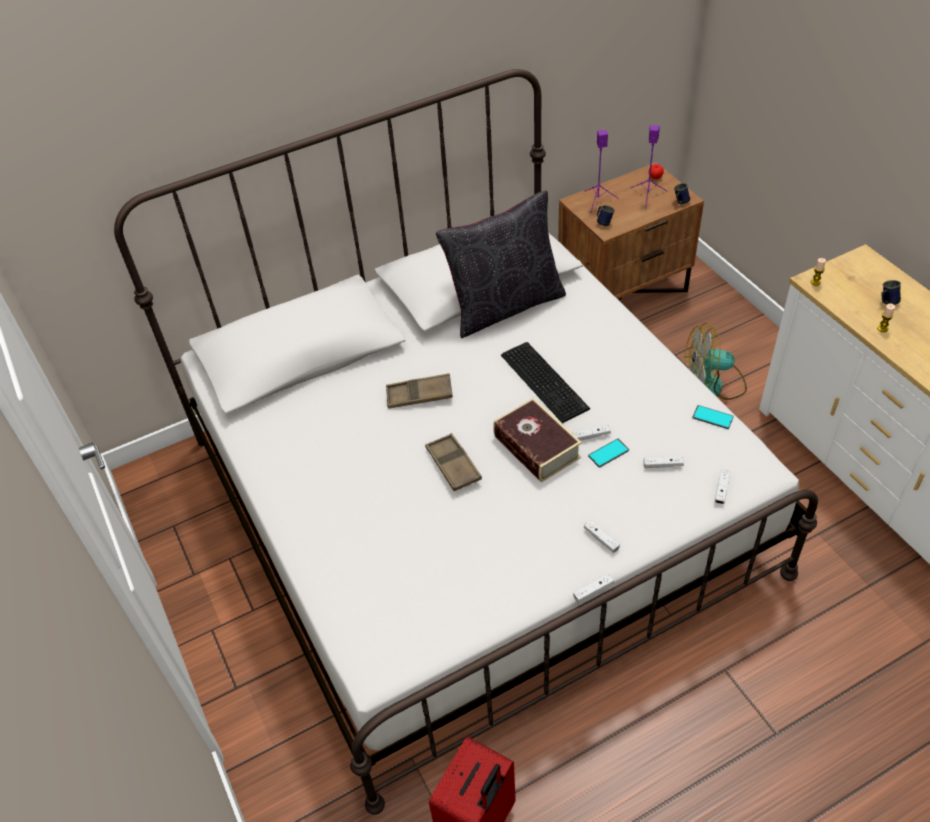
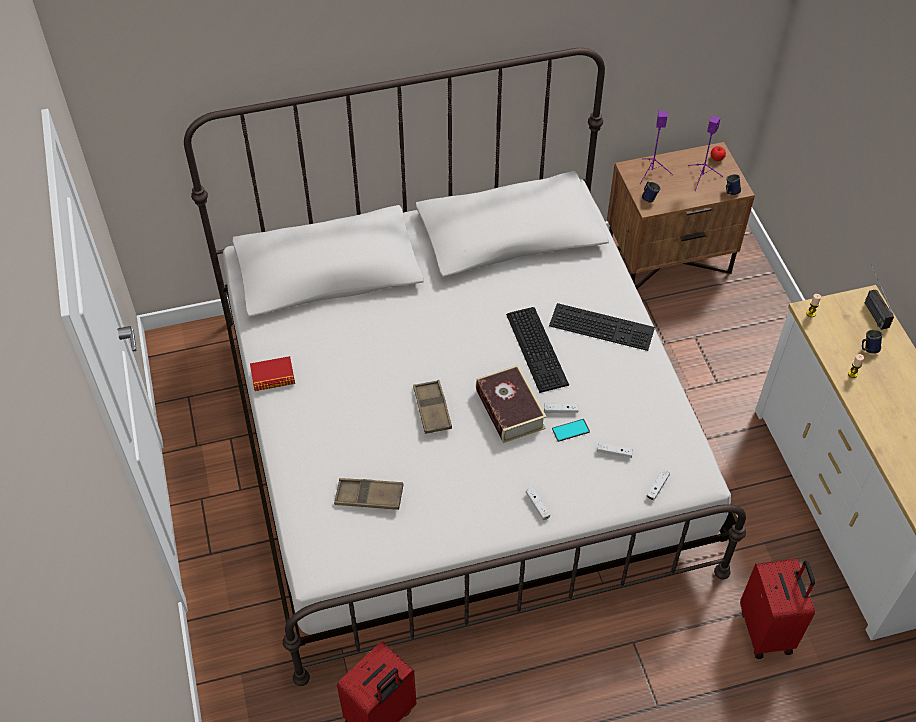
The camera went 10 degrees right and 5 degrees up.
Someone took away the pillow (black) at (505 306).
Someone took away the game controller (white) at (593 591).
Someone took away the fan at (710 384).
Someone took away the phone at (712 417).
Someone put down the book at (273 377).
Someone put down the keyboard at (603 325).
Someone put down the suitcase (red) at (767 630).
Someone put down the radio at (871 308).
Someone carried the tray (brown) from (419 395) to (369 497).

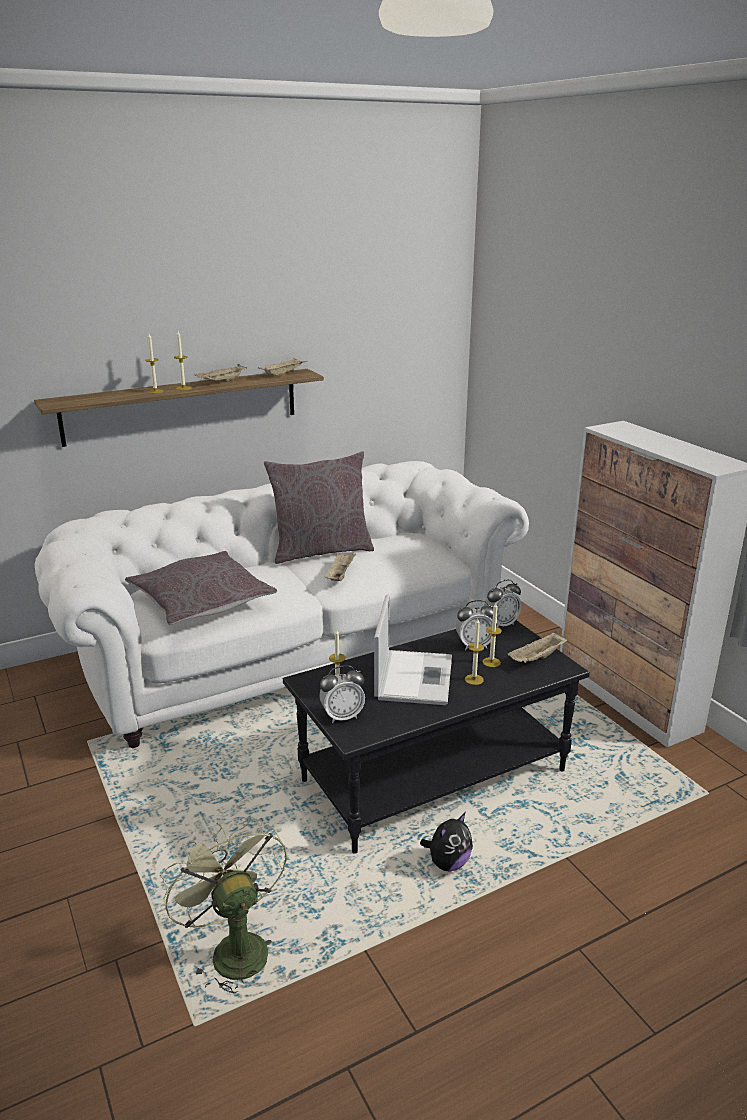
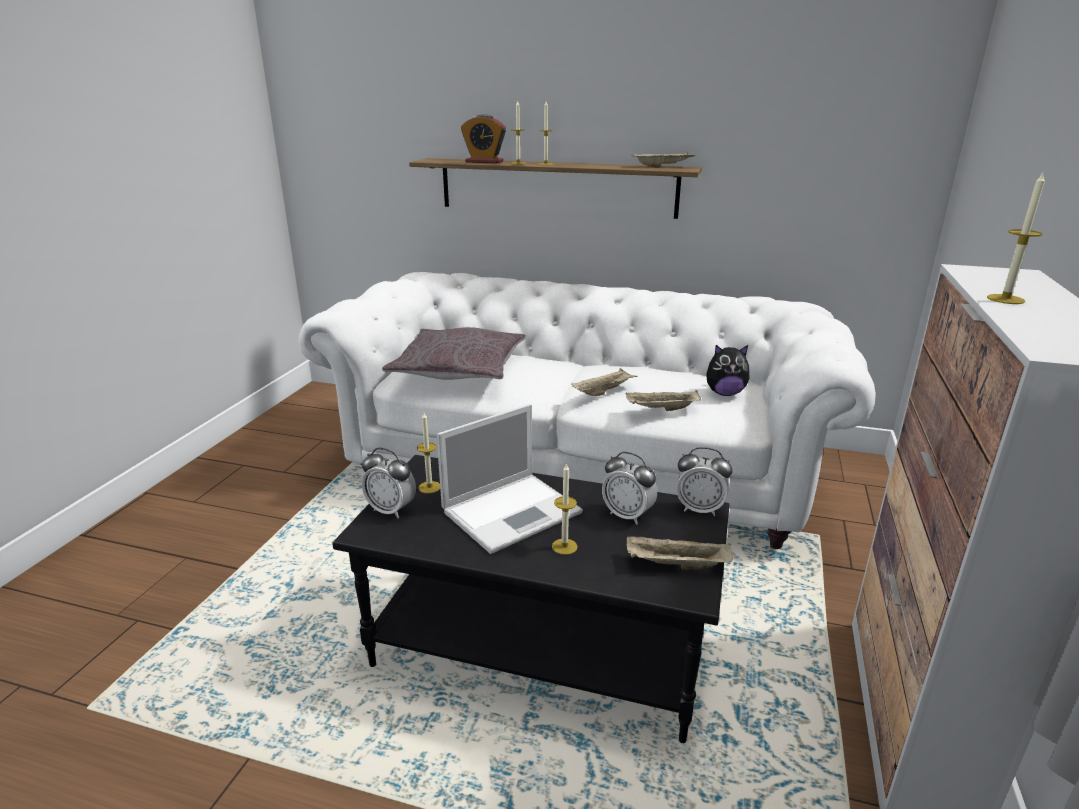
The camera went 45 degrees right and 0 degrees up.
Someone took away the fan (green) at (233 948).
Someone took away the pillow (grey) at (321 551).
Someone put down the alarm clock at (484 162).
Someone carried the tray (beige) from (222 382) to (661 409).
Someone carried the plush toy from (448 863) to (725 393).
Someone carried the candle from (491 662) to (1005 299).

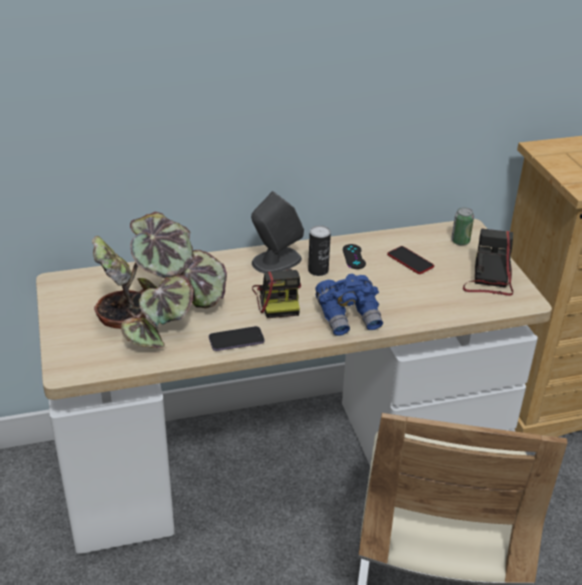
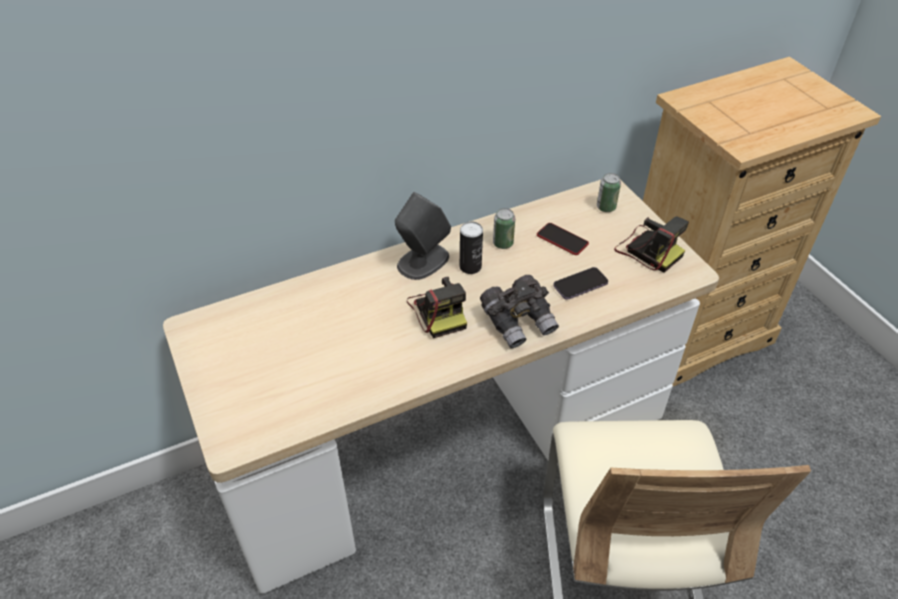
The camera went 10 degrees left and 10 degrees up.
Someone took away the potted plant at (159 315).
Someone carried the phone from (236 340) to (580 285).
Someone swapped the game controller (black) at (354 257) for the can at (503 243).
Someone repainted the binoculars (blue) at (349 317), which became the binoculars (grey) at (519 322).
Someone rotated the photo camera at (489 279) by 135 degrees clockwise.

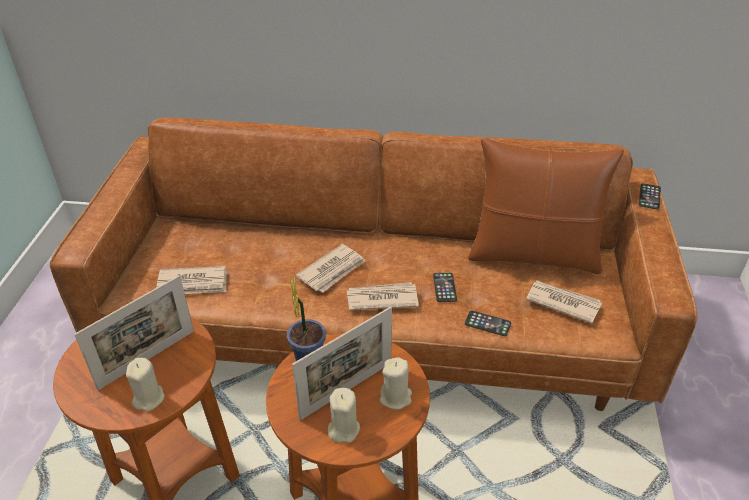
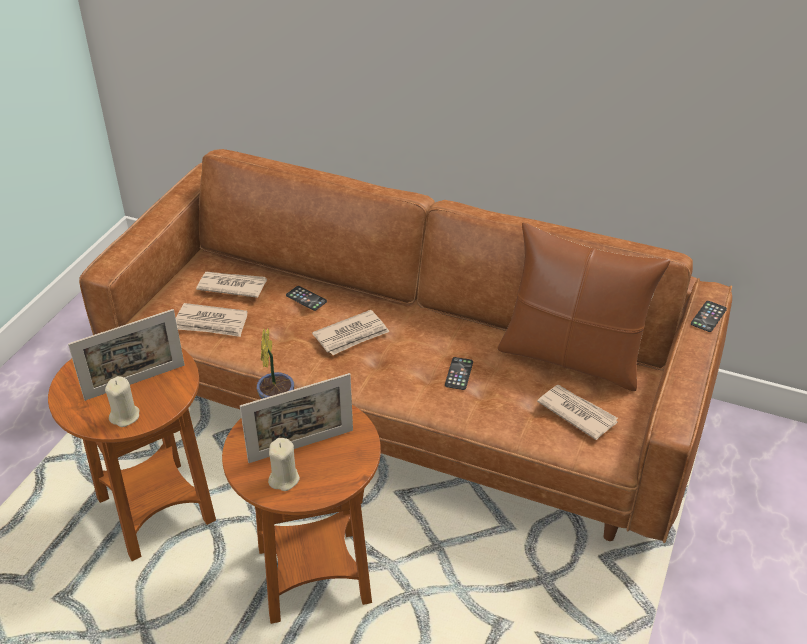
The camera went 15 degrees right and 0 degrees up.
Someone took away the candle (beige) at (395 397).
Someone carried the newspaper from (381 298) to (231 286).
Someone carried the phone from (487 323) to (306 298).

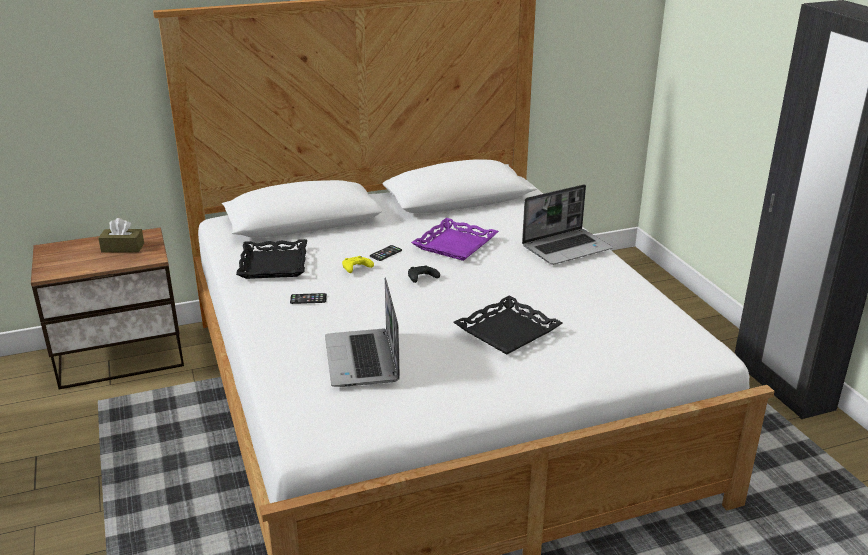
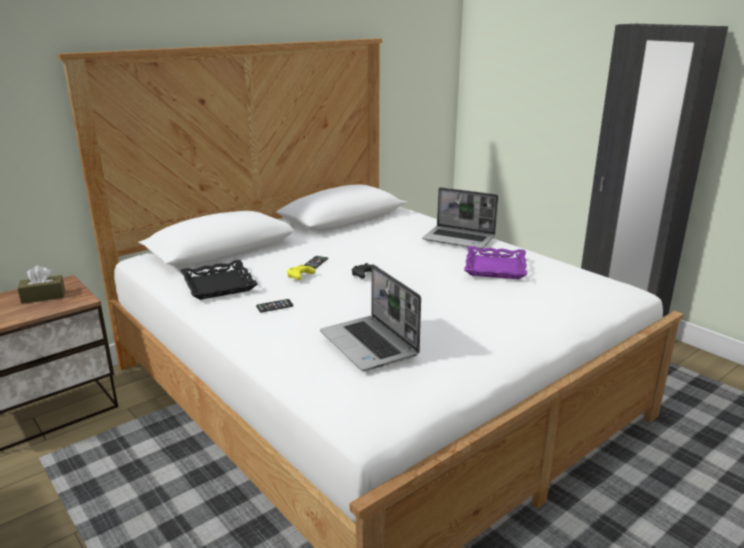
The camera went 20 degrees left and 5 degrees down.
Someone took away the tray (black) at (507 331).
Someone carried the tray (purple) from (454 244) to (494 267).
Someone rotated the laptop at (567 248) by 75 degrees clockwise.

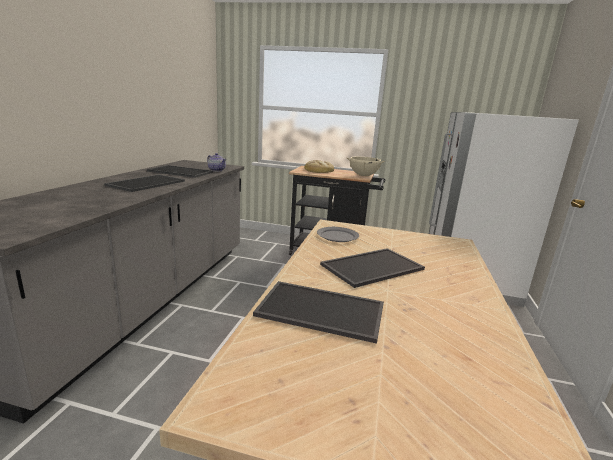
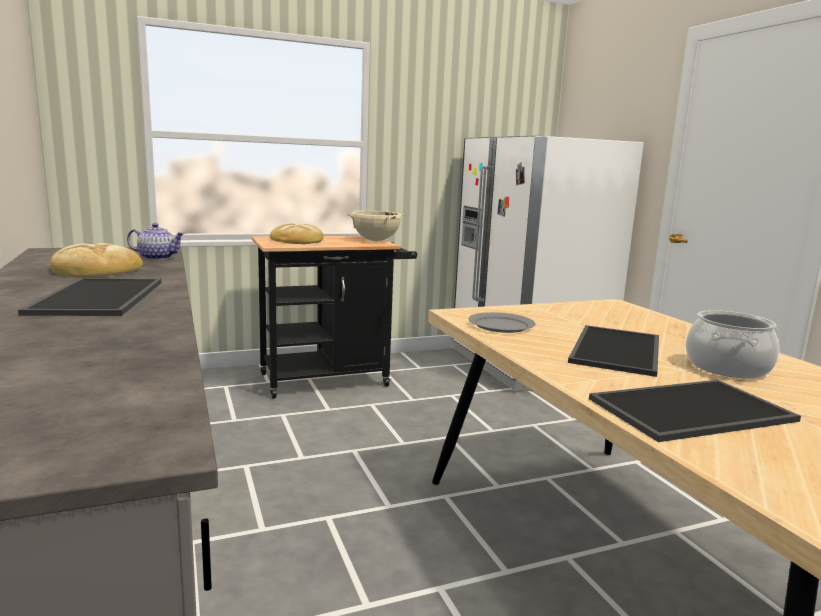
The camera went 35 degrees left and 5 degrees down.
Someone put down the cooking pot at (726 367).
Someone swapped the tray at (179 172) for the bread at (96 269).

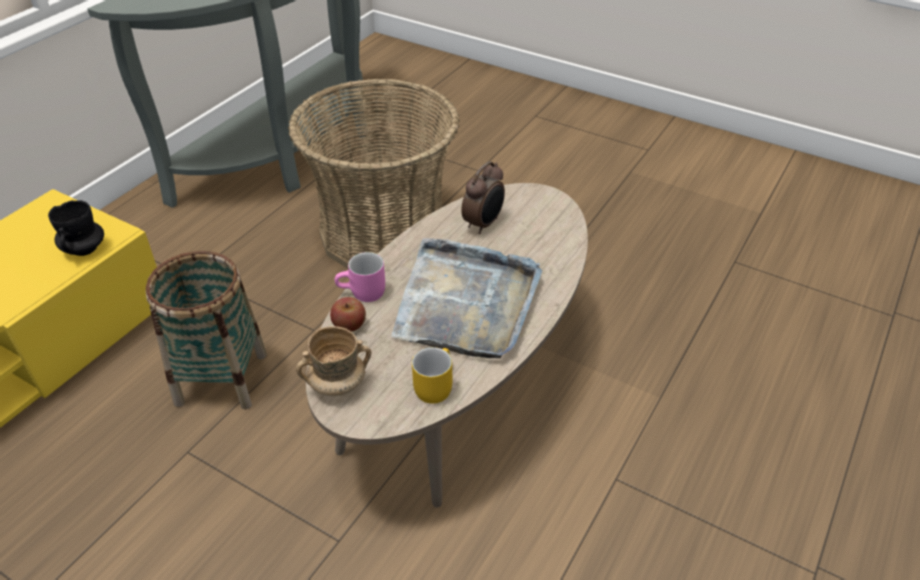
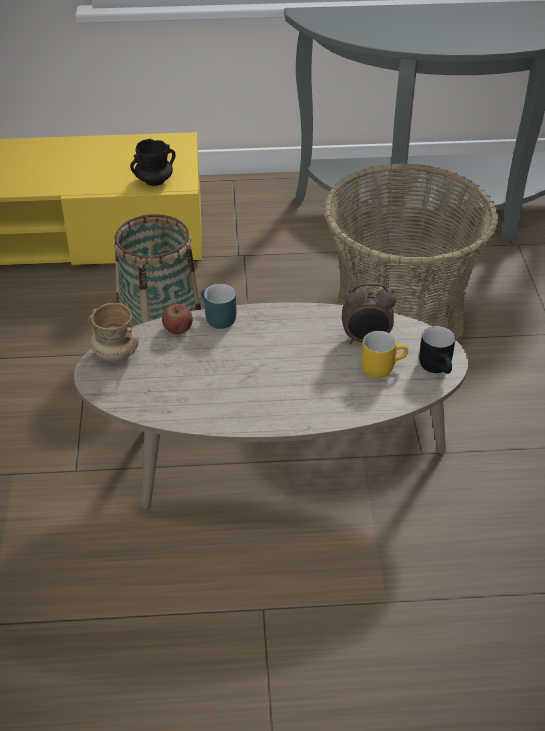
The camera went 55 degrees right and 0 degrees up.
Someone took away the tray (grey) at (466 302).
Someone put down the mug (black) at (439 367).
Someone carried the mug (yellow) from (433 385) to (381 366).
Someone repainted the mug (pink) at (363 294), which became the mug (turquoise) at (216 318).

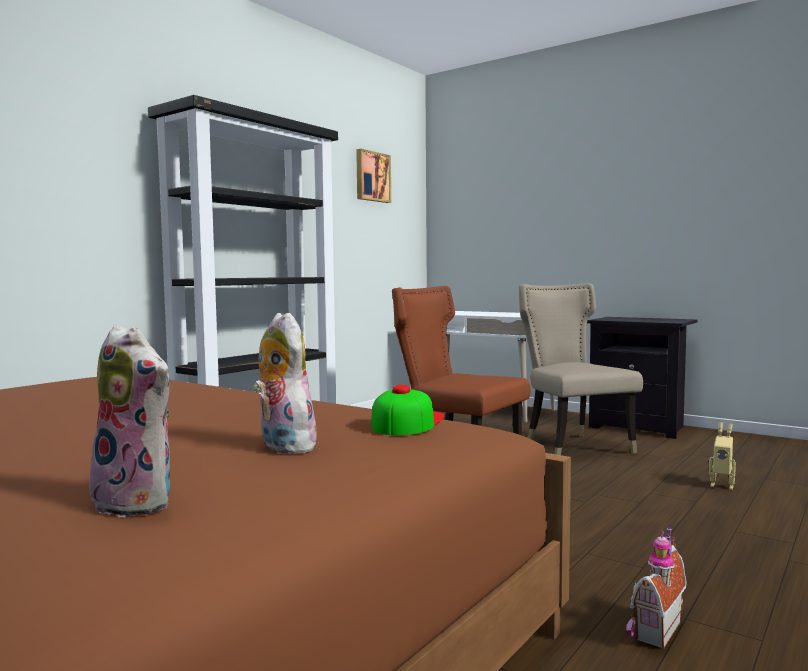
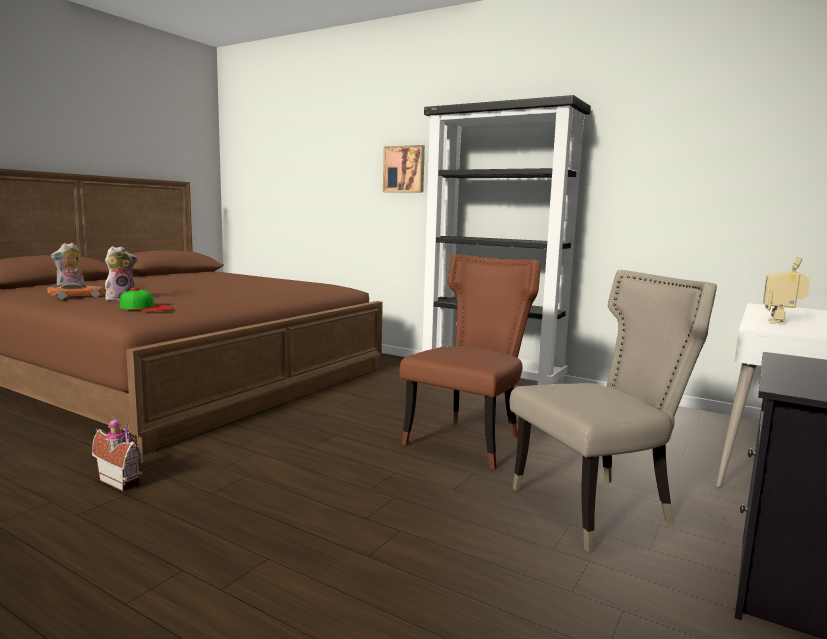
The camera went 85 degrees right and 5 degrees up.
Someone put down the toy car at (76 296).
Someone carried the picture from (372 177) to (404 169).
Someone carried the toy robot from (722 485) to (781 322).

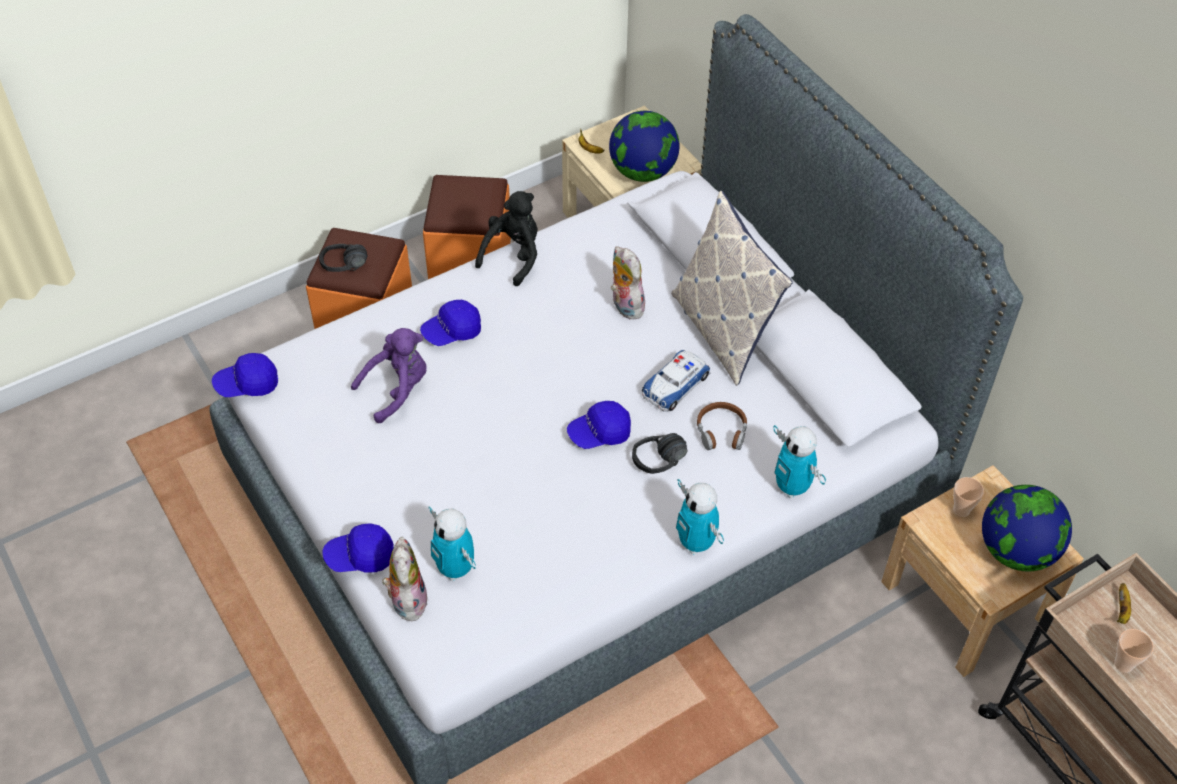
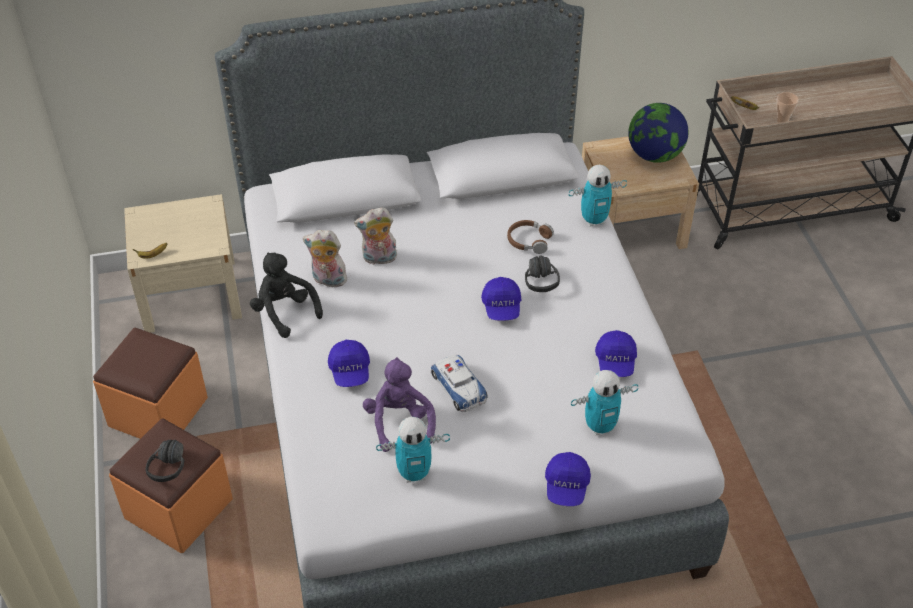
The camera went 70 degrees left and 5 degrees down.
Someone took away the globe at (643 172).
Someone took away the pillow at (723 331).
Someone took away the cup at (961 510).
Someone carried the cap (blue) from (247 384) to (615 362).
Someone carried the plush toy from (407 600) to (327 280).
Someone carried the toy car from (675 385) to (459 387).
Someone carried the toy robot from (696 543) to (414 473).

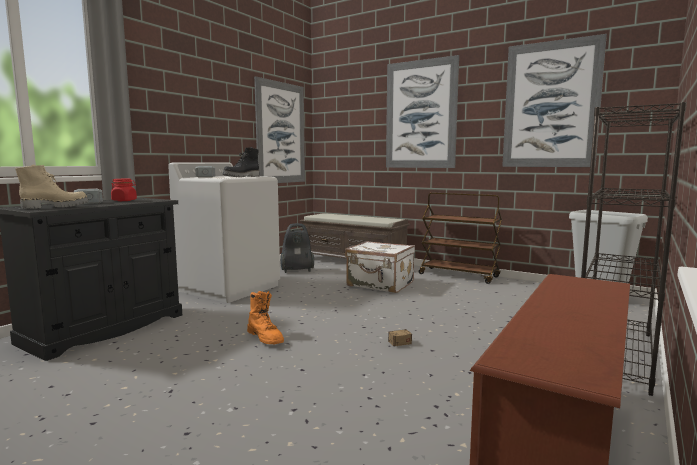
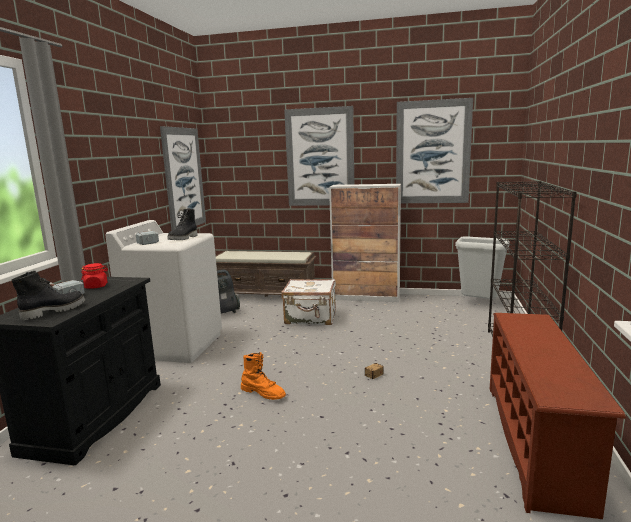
The camera went 20 degrees left and 5 degrees up.
Someone swapped the cart (brown) at (459 275) for the cabinet at (366 297).
Someone repainted the boot (beige) at (56 207), which became the boot (black) at (53 311).

